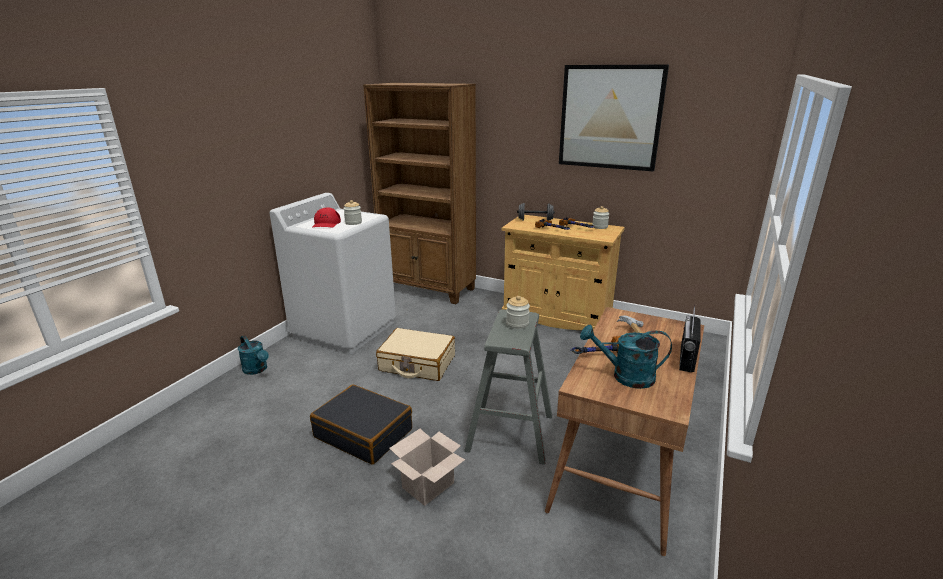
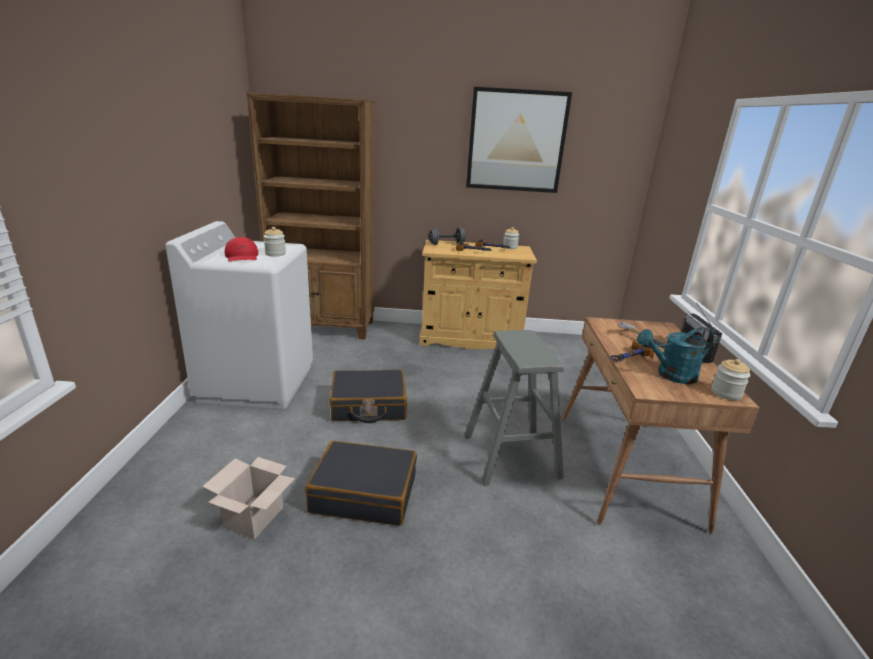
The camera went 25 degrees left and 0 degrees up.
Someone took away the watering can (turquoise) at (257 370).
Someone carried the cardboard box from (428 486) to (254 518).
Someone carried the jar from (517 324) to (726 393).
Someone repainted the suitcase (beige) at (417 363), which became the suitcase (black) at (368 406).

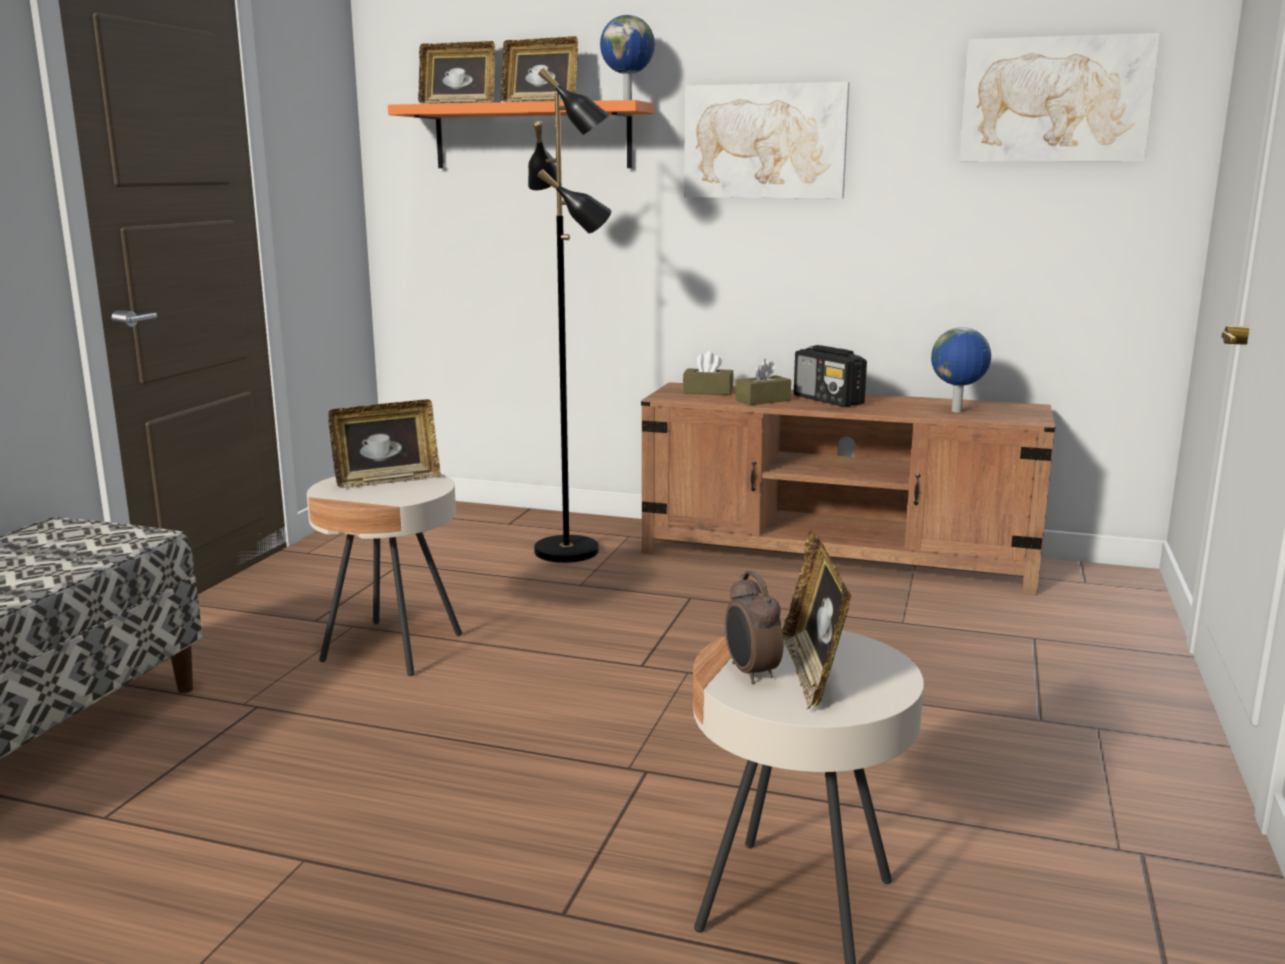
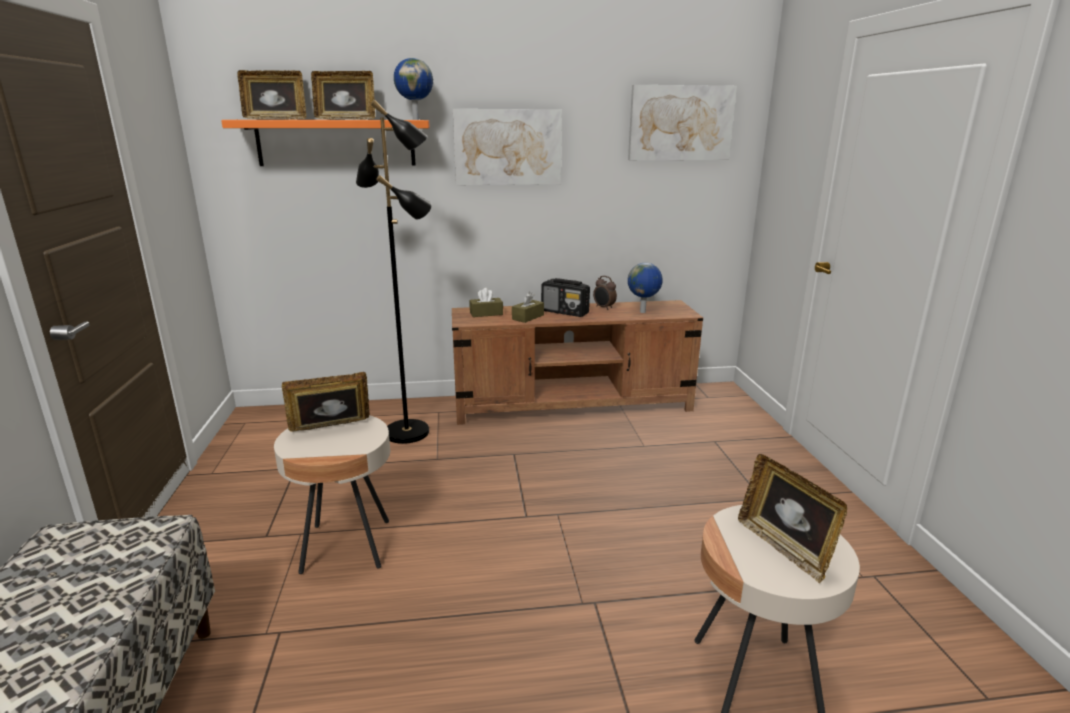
The camera went 25 degrees left and 5 degrees up.
Someone carried the alarm clock from (750 673) to (604 308).
Someone rotated the picture frame at (387 481) by 150 degrees counterclockwise.

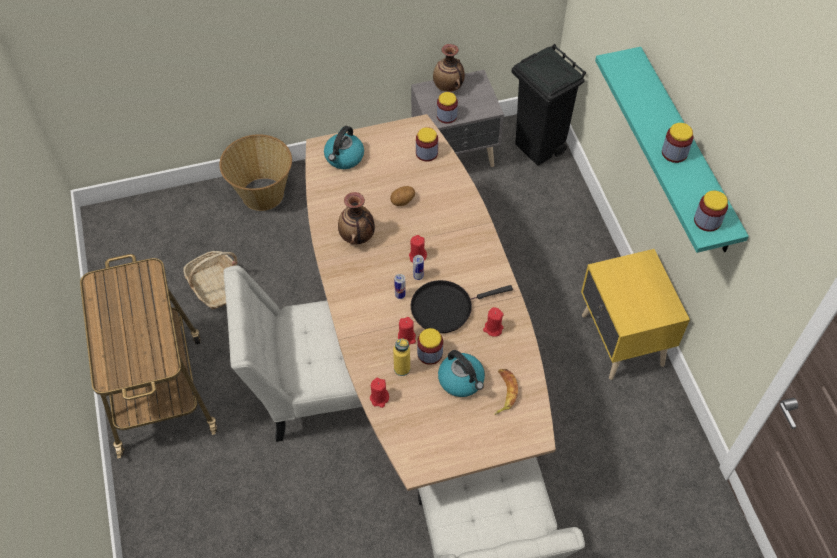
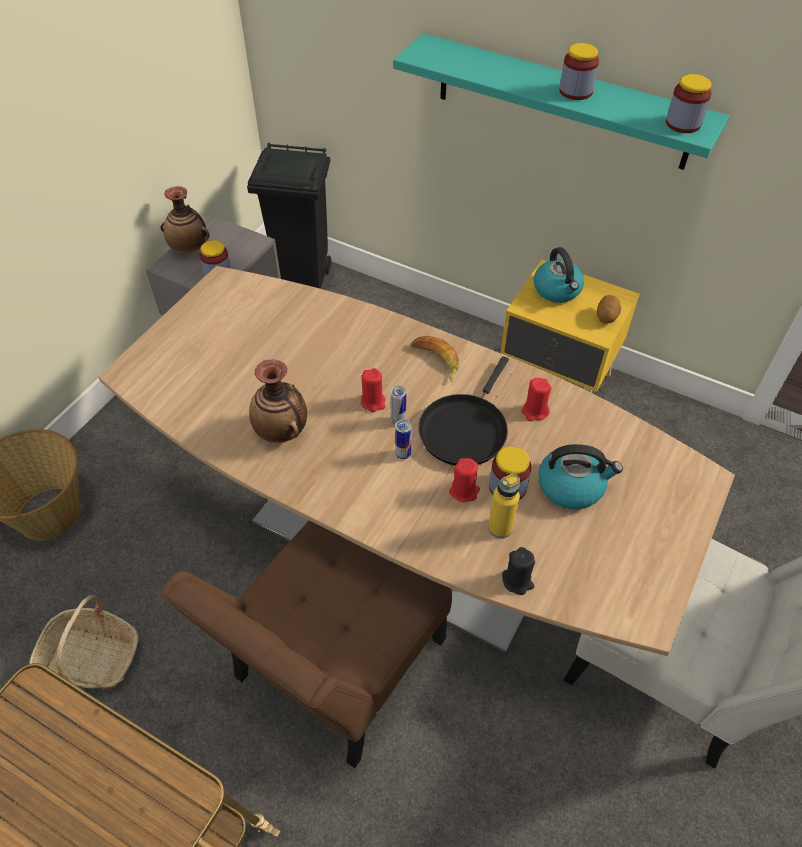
The camera went 45 degrees left and 5 degrees down.
Someone took away the jar at (426 153).
Someone carried the kettle from (344 157) to (557 290).
Someone carried the potato from (402 201) to (606 317).
Someone carried the banana from (503 392) to (435 360).
Someone repainted the chair (white) at (314 388), which became the chair (brown) at (333 668).
Someone repainted the candle (red) at (379 398), which became the candle (black) at (517 581).

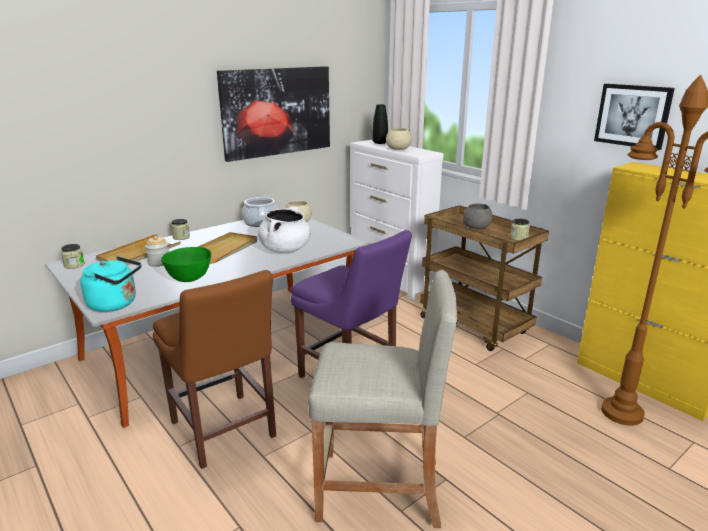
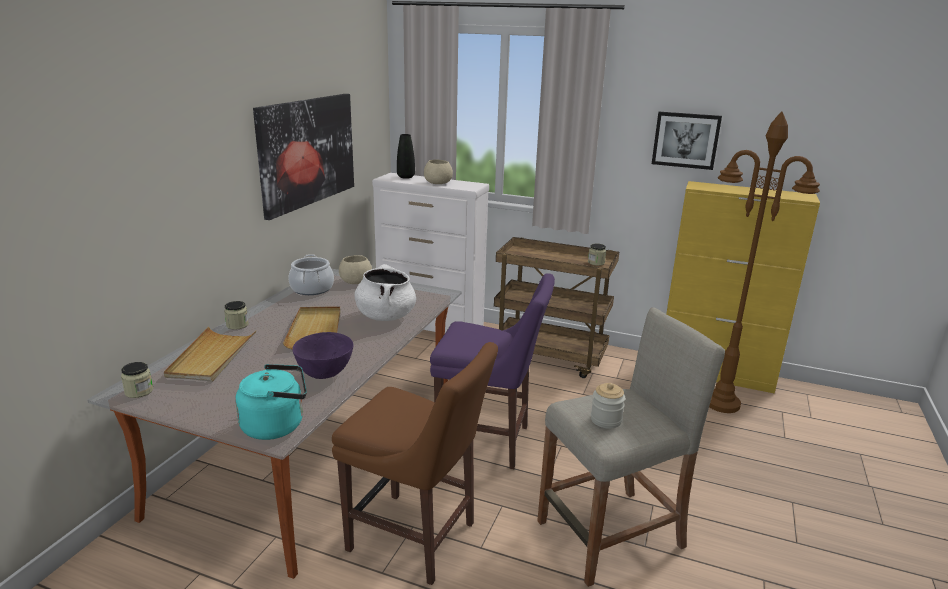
The camera went 30 degrees left and 0 degrees up.
Someone took away the bowl (grey) at (476 227).
Someone carried the jar from (159 263) to (606 420).
Someone repainted the bowl (green) at (189 279), which became the bowl (purple) at (324 374).

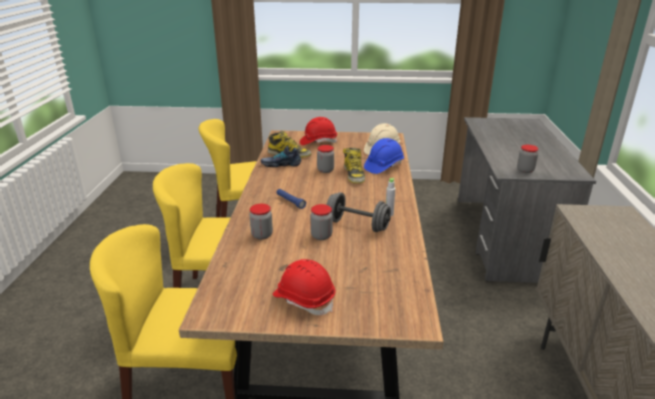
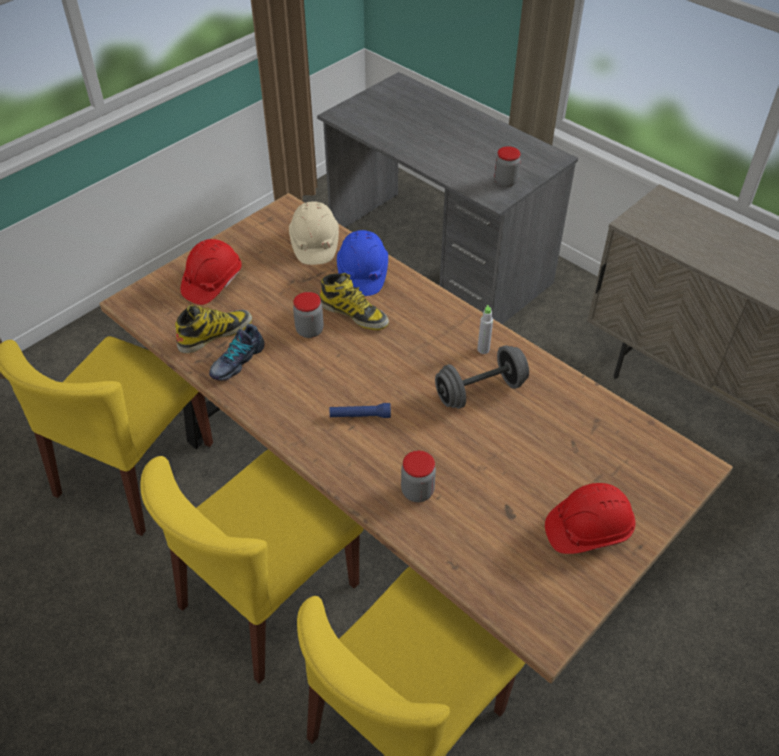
The camera went 50 degrees left and 20 degrees up.
Someone took away the jar at (321 236).

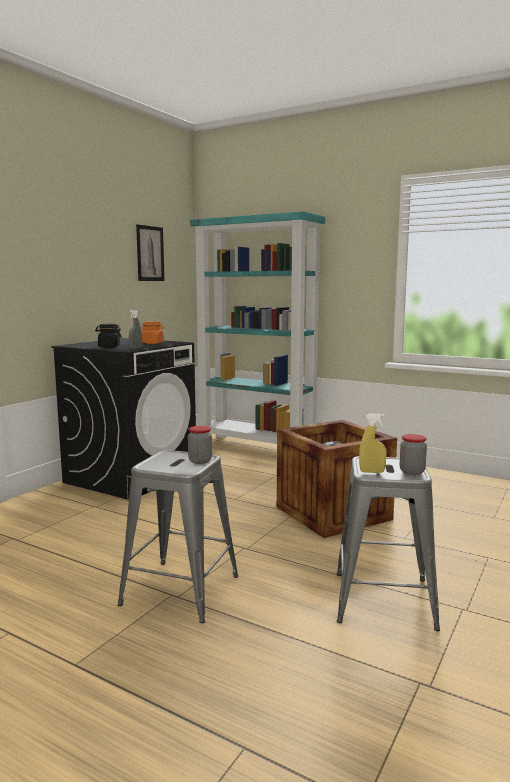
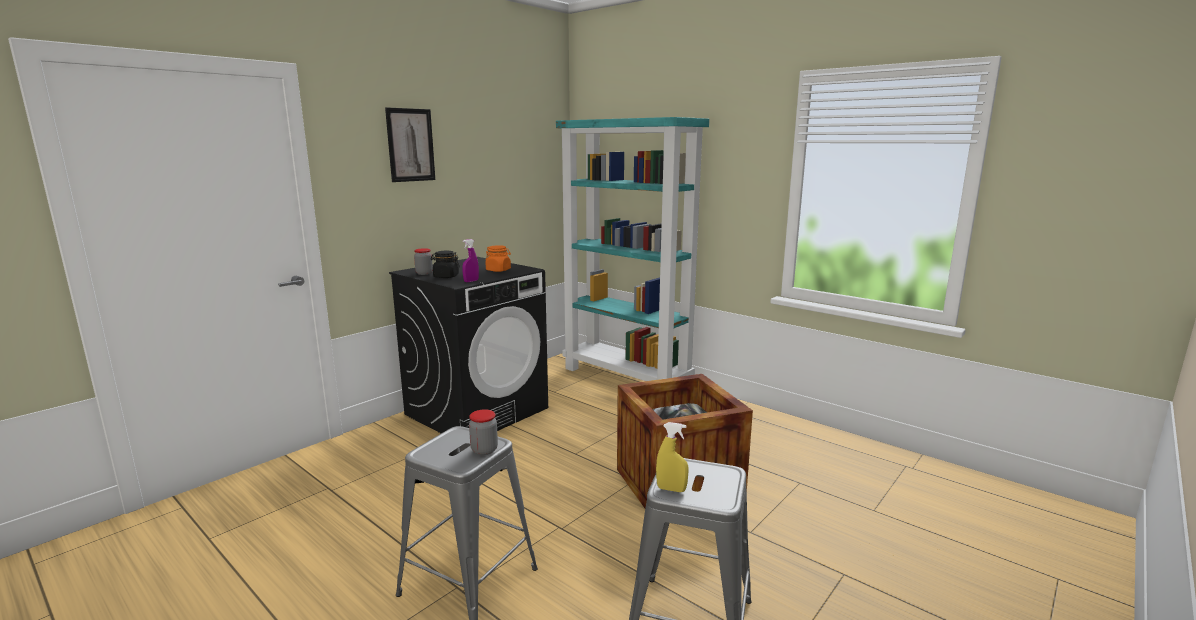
The camera went 10 degrees right and 5 degrees up.
Someone carried the picture from (150 253) to (410 145).
Someone carried the jar from (412 471) to (424 273).
Someone repainted the spray bottle (grey) at (135 348), which became the spray bottle (purple) at (471 281).

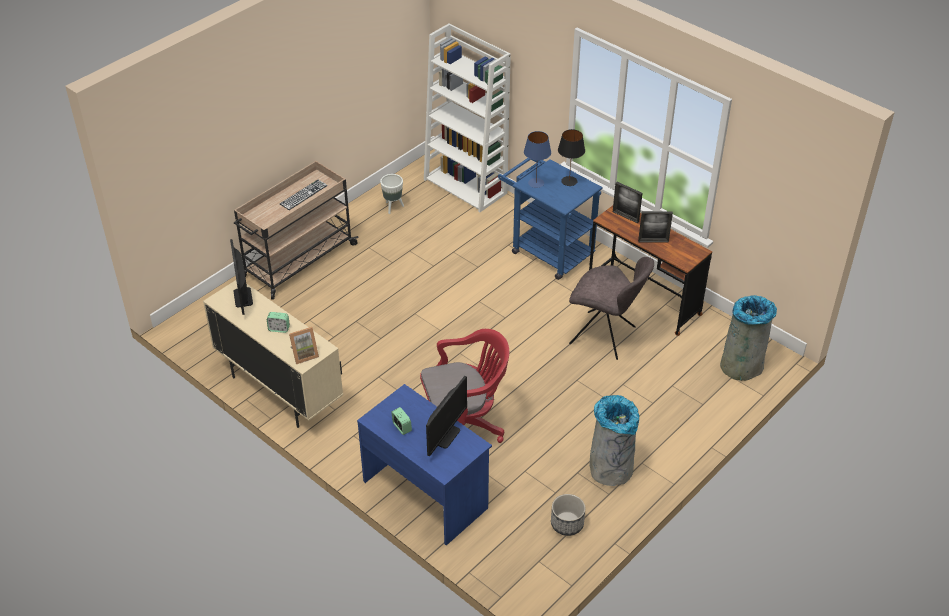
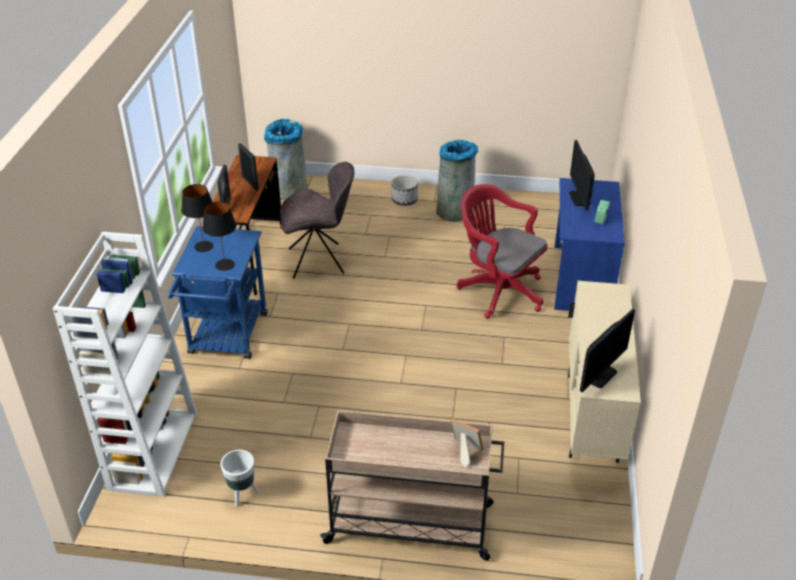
The camera went 125 degrees left and 5 degrees down.
Someone took away the alarm clock at (279 329).
Someone took away the keyboard at (303 194).
Someone carried the picture frame from (304 354) to (464 451).
Someone carried the planter from (567 523) to (404 200).
Someone repainted the table lamp (blue) at (535 183), which became the table lamp (black) at (225 265).
Someone rotated the monitor at (445 435) by 90 degrees counterclockwise.
Someone rotated the chair (grey) at (605 336) by 90 degrees clockwise.

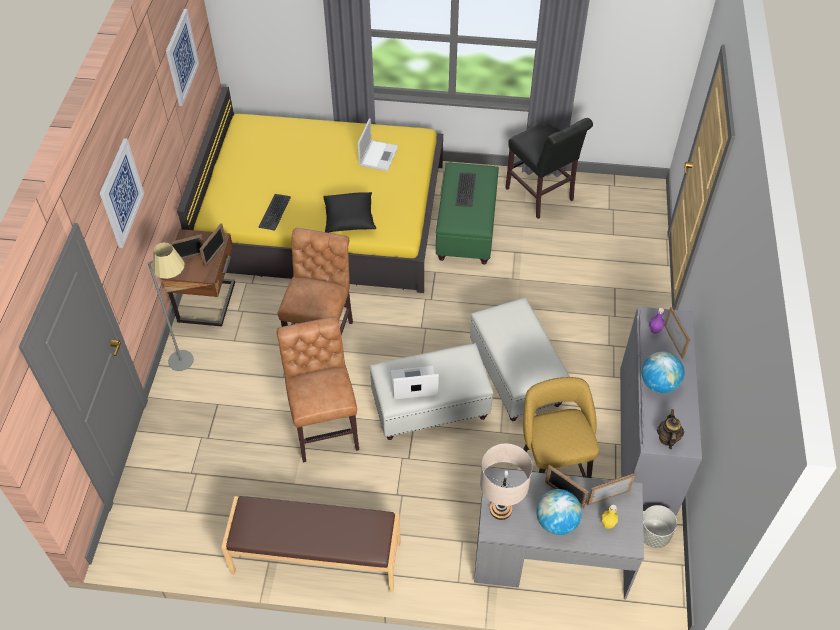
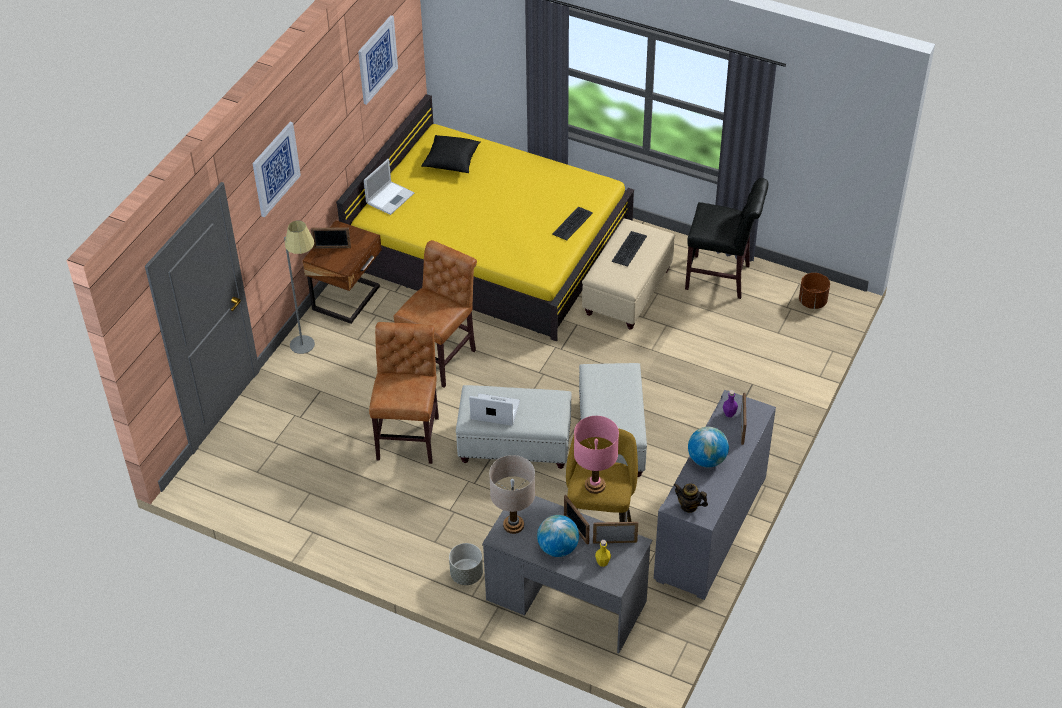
The camera went 20 degrees right and 5 degrees down.
Someone took away the picture frame at (215 254).
Someone took away the bench (brown) at (316 558).
Someone put down the table lamp (pink) at (595 485).
Someone put down the planter (brown) at (812 301).
Someone carried the keyboard from (274 212) to (572 223).
Someone carried the pillow (black) from (349 220) to (452 162).
Someone carried the laptop from (378 155) to (390 197).
Someone carried the planter (grey) from (653 535) to (466 575).
Someone repainted the ottoman (green) at (466 229), which became the ottoman (beige) at (628 291).
Someone rotated the chair (black) at (541 196) by 60 degrees counterclockwise.
Someone rotated the teapot at (667 438) by 90 degrees counterclockwise.

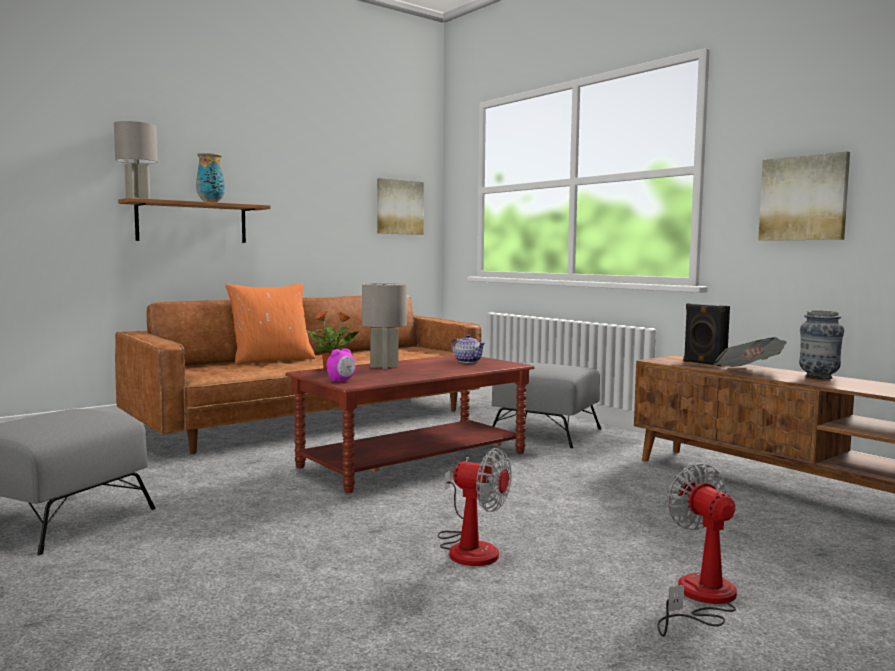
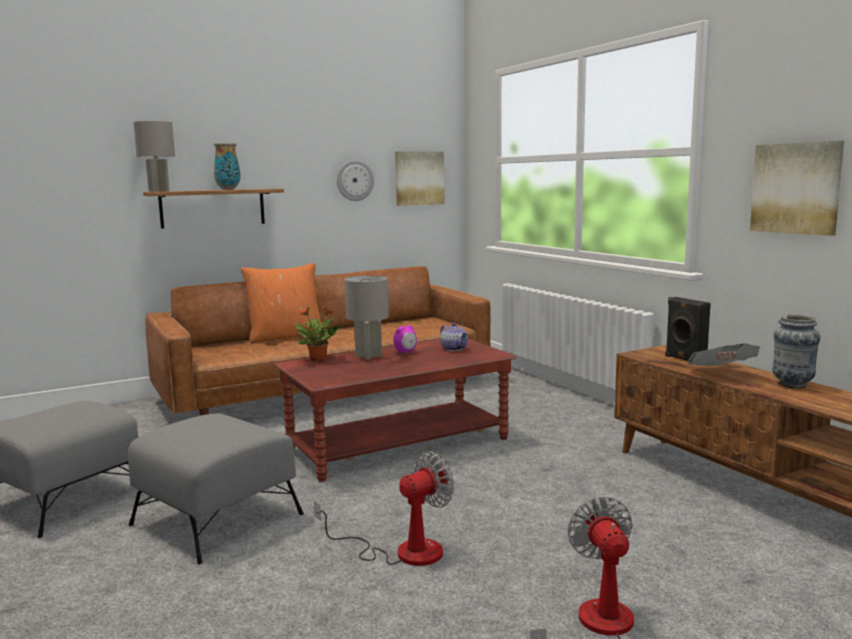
The camera went 10 degrees right and 5 degrees up.
Someone put up the wall clock at (354 180).
Someone carried the alarm clock from (341 381) to (405 352).
Someone carried the ottoman (grey) from (546 432) to (217 519).
Someone rotated the fan at (469 547) by 75 degrees counterclockwise.

